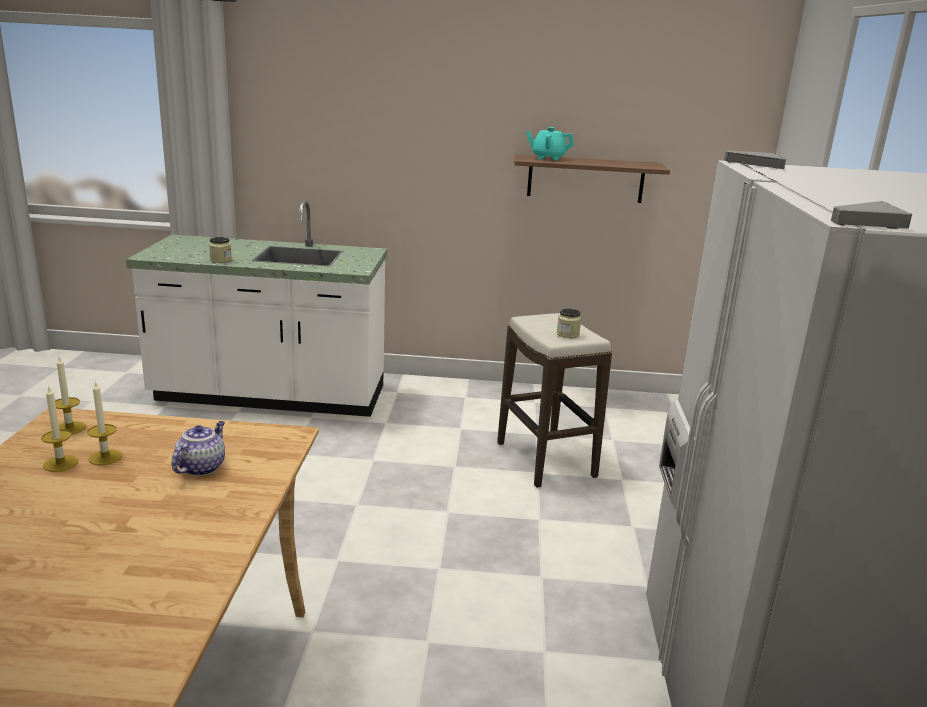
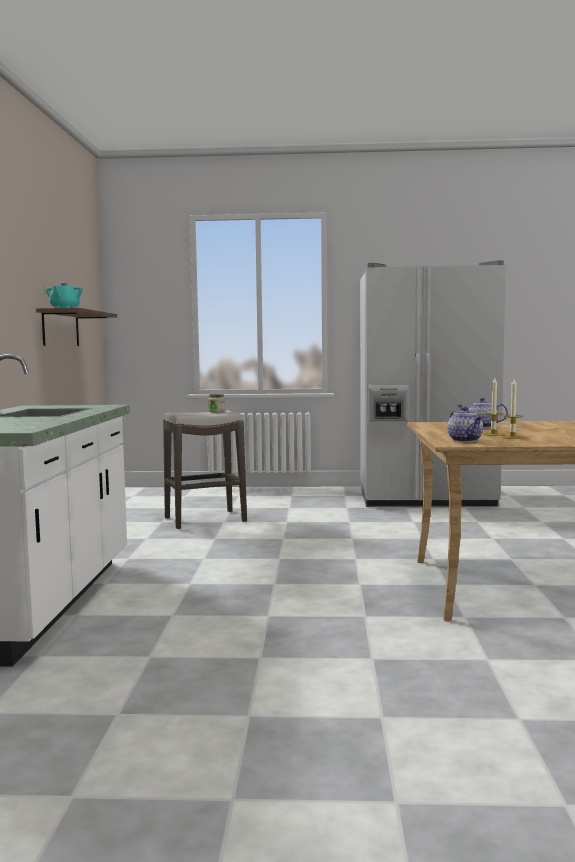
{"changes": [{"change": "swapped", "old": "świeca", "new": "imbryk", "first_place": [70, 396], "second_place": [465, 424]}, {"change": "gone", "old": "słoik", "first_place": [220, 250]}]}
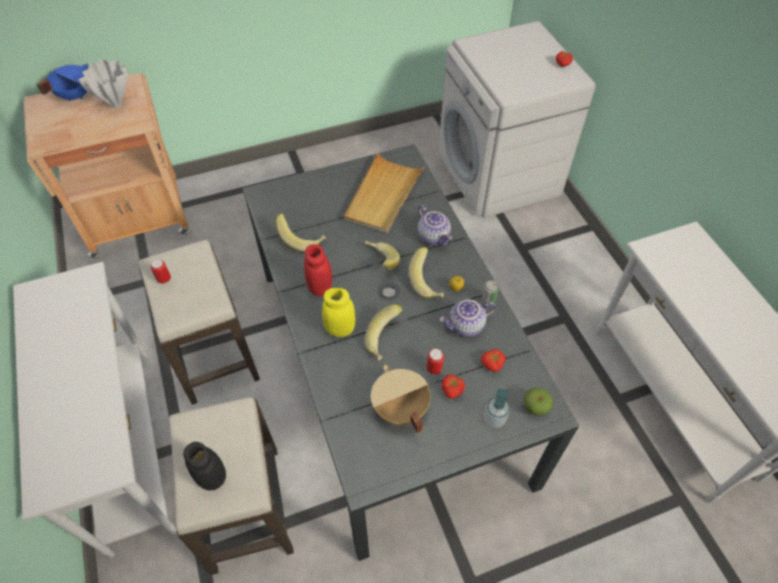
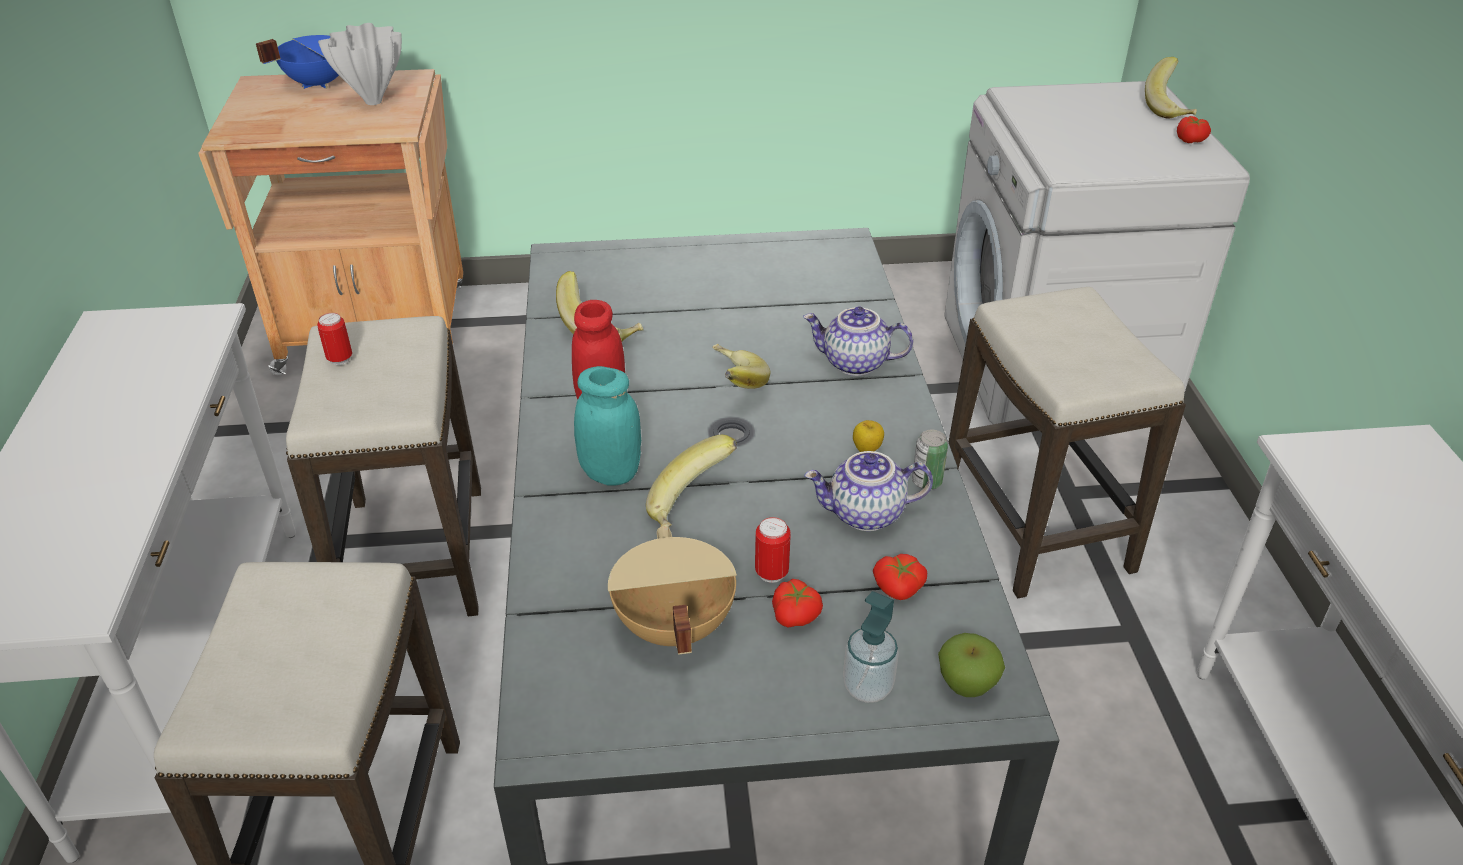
{"changes": [{"change": "gone", "old": "słoik/czarny", "first_place": [204, 466]}, {"change": "repainted", "old": "słoik/żółty", "new": "słoik/turkusowy", "first_place": [338, 312], "second_place": [607, 425]}, {"change": "gone", "old": "taca/beżowy", "first_place": [384, 193]}, {"change": "shifted", "old": "banan", "first_place": [426, 272], "second_place": [1171, 88]}, {"change": "rotated", "old": "imbryk", "first_place": [435, 225], "second_place": [858, 341], "degrees": 120}, {"change": "new", "new": "stołek", "second_place": [1067, 443]}]}
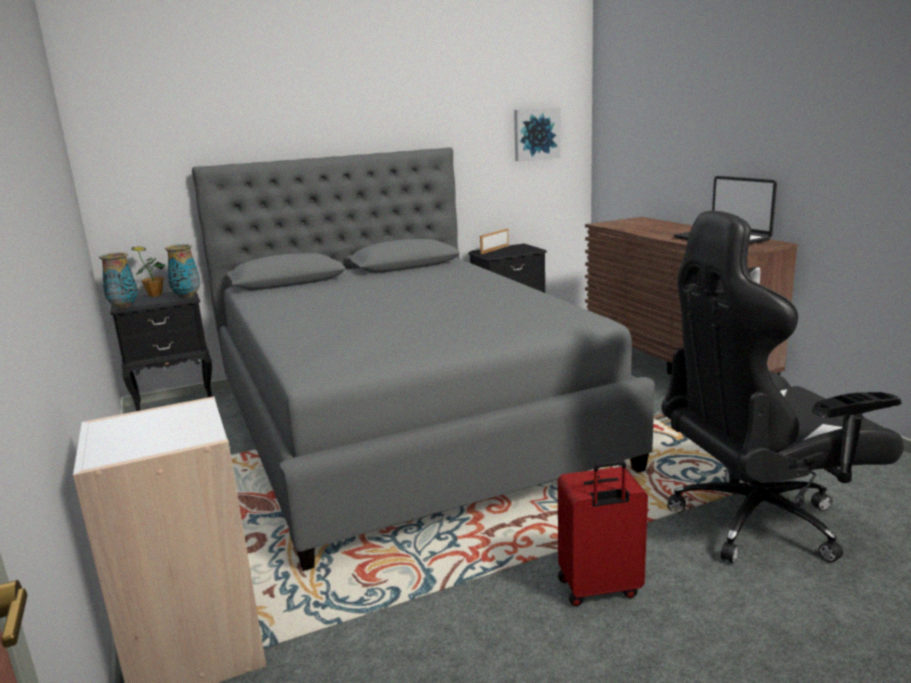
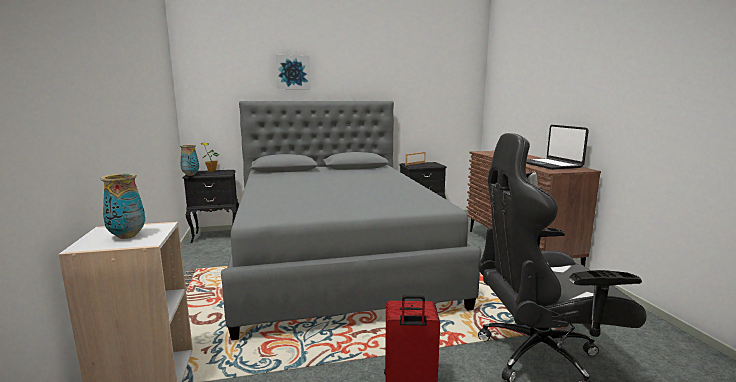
{"changes": [{"change": "shifted", "old": "wazon", "first_place": [182, 271], "second_place": [123, 206]}, {"change": "shifted", "old": "obraz", "first_place": [537, 134], "second_place": [293, 72]}]}
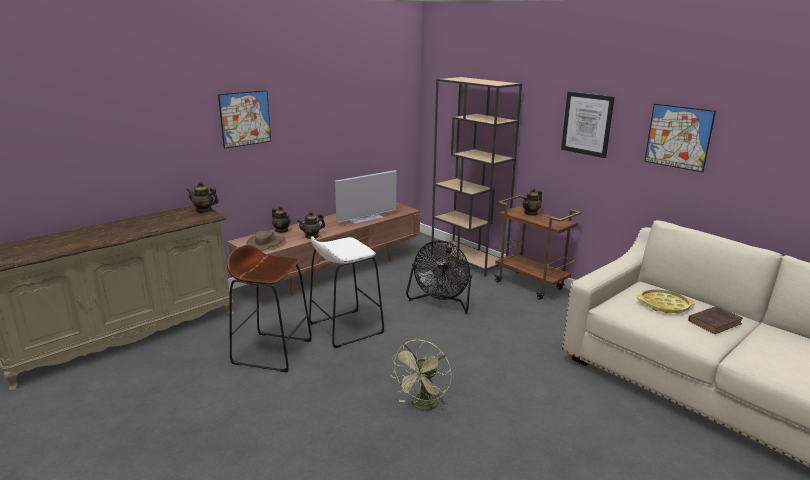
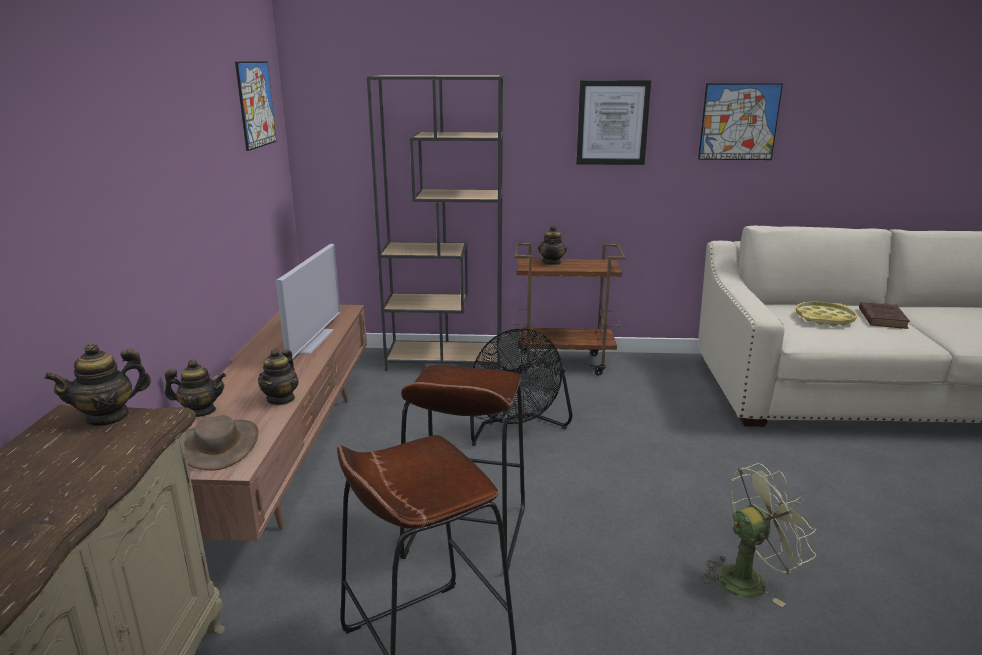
{"changes": [{"change": "shifted", "old": "obraz", "first_place": [244, 119], "second_place": [256, 106]}, {"change": "repainted", "old": "stołek/biały", "new": "stołek/brązowy", "first_place": [346, 292], "second_place": [462, 468]}, {"change": "rotated", "old": "wentylator/zielony", "first_place": [421, 376], "second_place": [759, 535], "degrees": -90}]}
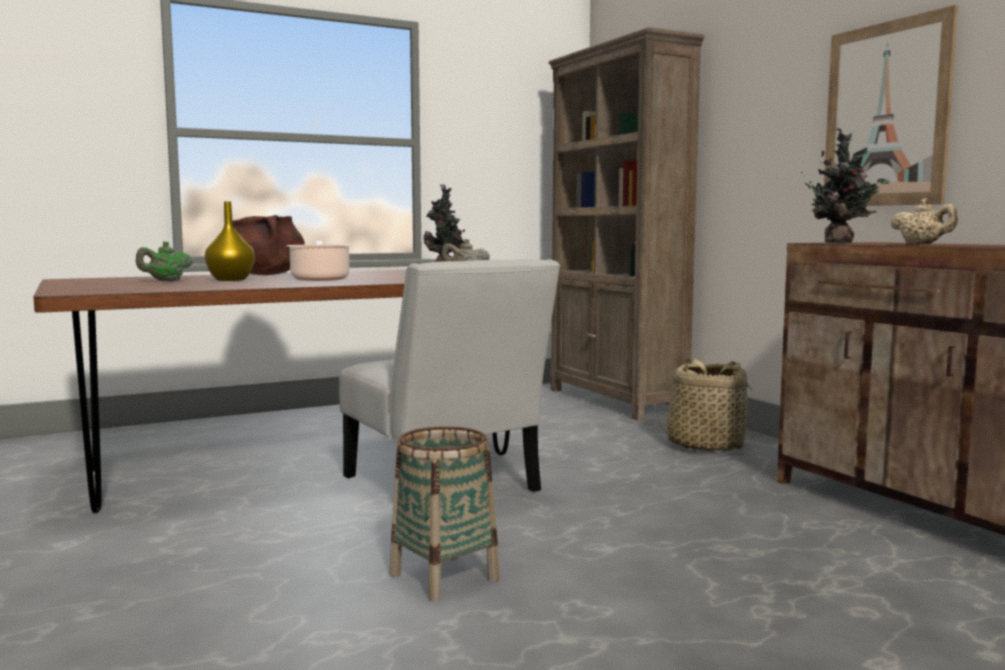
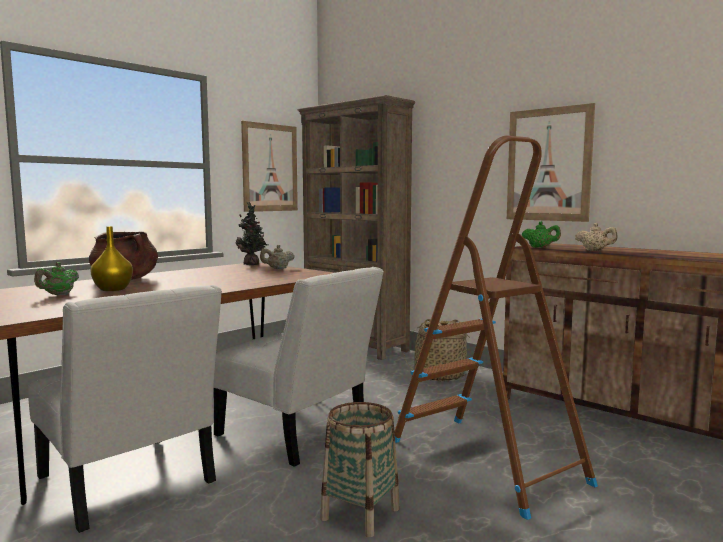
{"changes": [{"change": "gone", "old": "garnek", "first_place": [319, 260]}, {"change": "swapped", "old": "roślina doniczkowa", "new": "imbryk/zielony", "first_place": [845, 185], "second_place": [541, 234]}, {"change": "new", "new": "krzesło/biały", "second_place": [125, 409]}, {"change": "new", "new": "obraz", "second_place": [269, 166]}, {"change": "new", "new": "drabinka/brązowy", "second_place": [496, 328]}]}
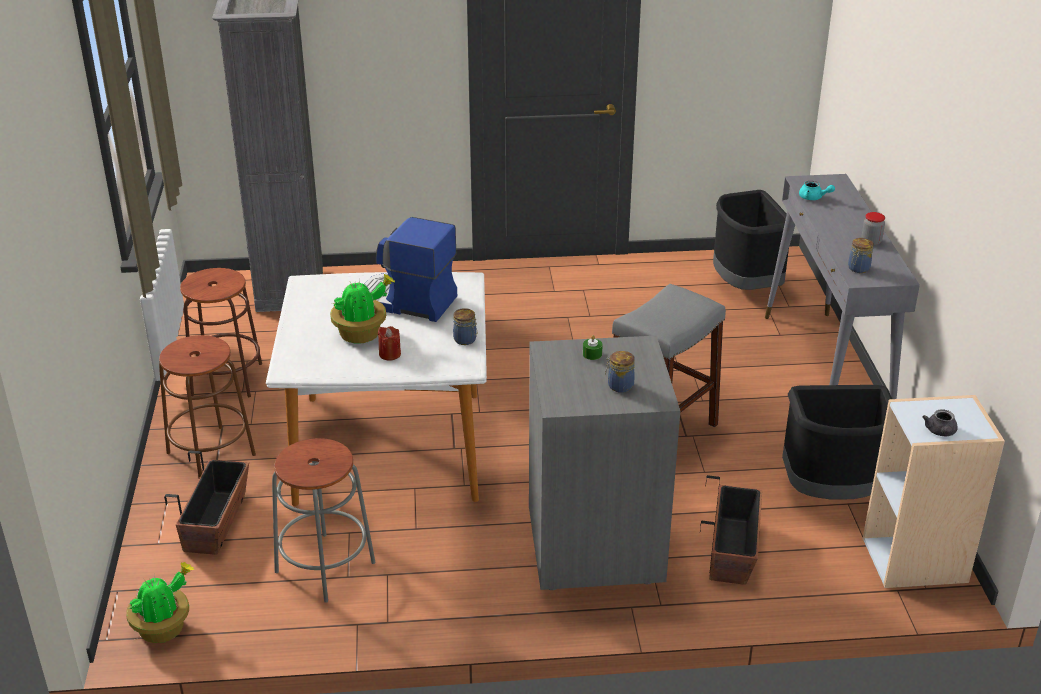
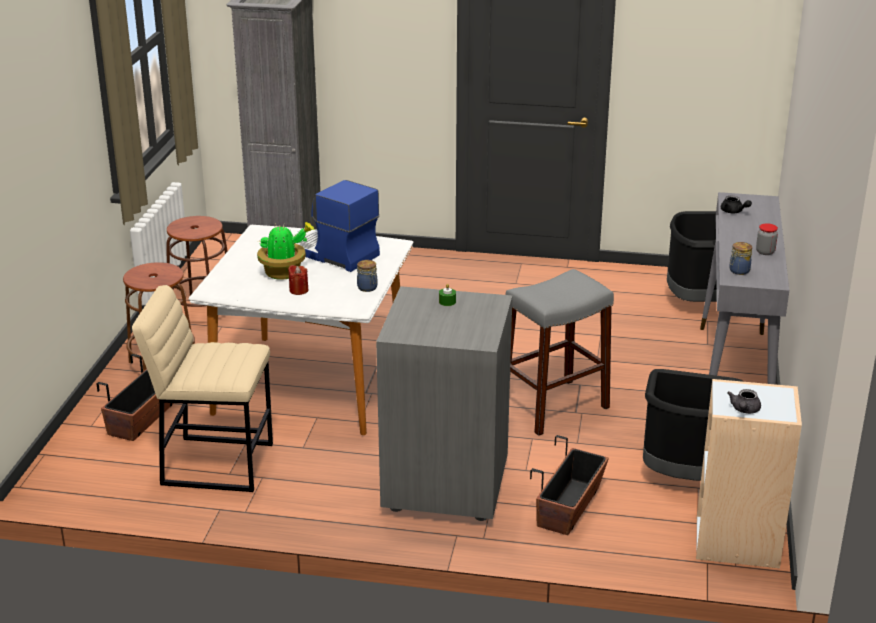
{"changes": [{"change": "gone", "old": "roślina doniczkowa", "first_place": [160, 602]}, {"change": "swapped", "old": "stołek/szary", "new": "krzesło/beżowy", "first_place": [324, 520], "second_place": [202, 388]}, {"change": "gone", "old": "słoik", "first_place": [620, 372]}, {"change": "repainted", "old": "imbryk/turkusowy", "new": "imbryk/czarny", "first_place": [817, 190], "second_place": [736, 204]}]}
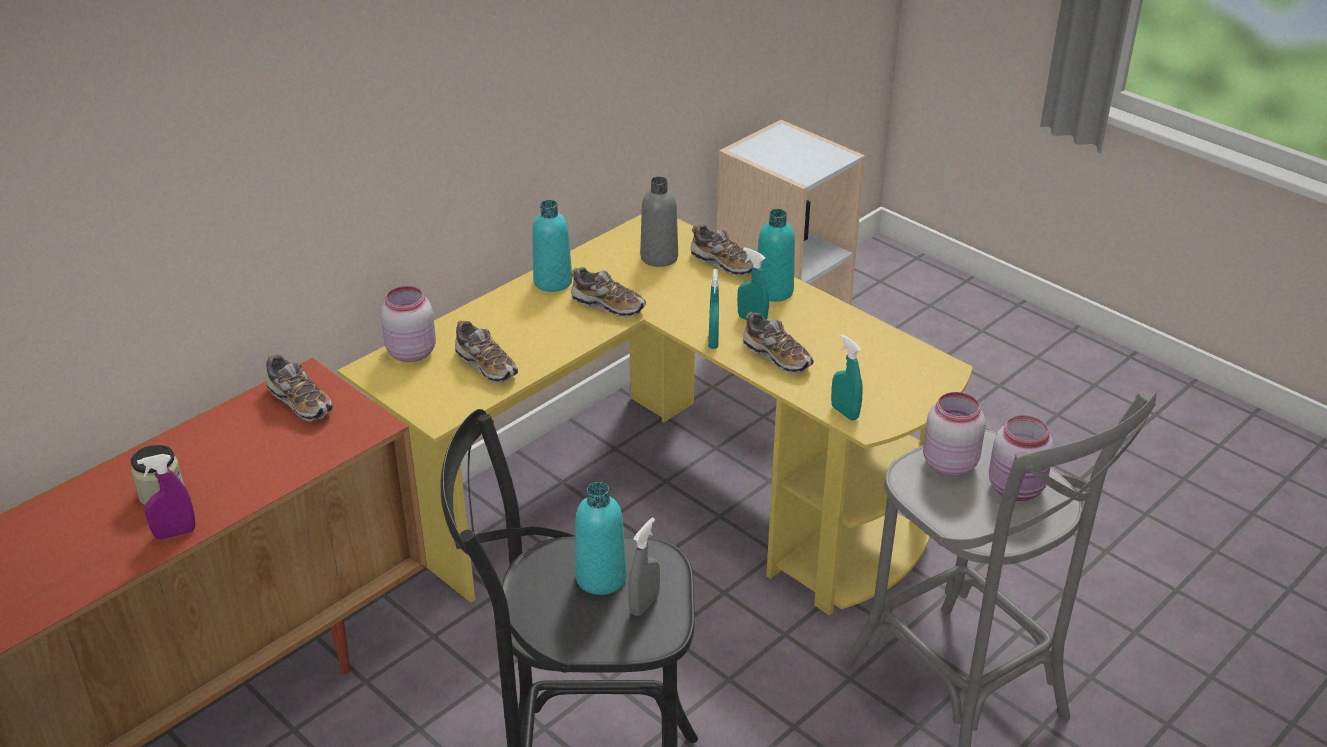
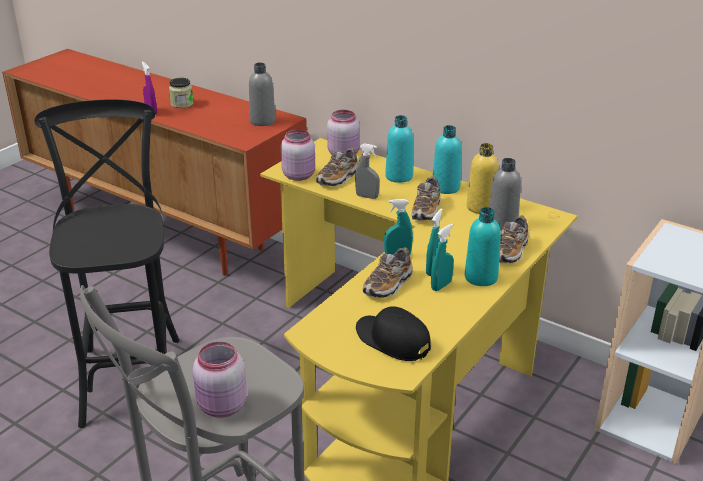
{"changes": [{"change": "swapped", "old": "but", "new": "butelka/szary", "first_place": [299, 388], "second_place": [262, 94]}, {"change": "shifted", "old": "butelka/turkusowy", "first_place": [601, 538], "second_place": [399, 149]}, {"change": "shifted", "old": "spryskiwacz/szary", "first_place": [644, 566], "second_place": [367, 171]}, {"change": "shifted", "old": "spryskiwacz/turkusowy", "first_place": [847, 377], "second_place": [442, 257]}, {"change": "shifted", "old": "słoik/różowy", "first_place": [954, 434], "second_place": [298, 155]}, {"change": "new", "new": "czapka z daszkiem/czarny", "second_place": [393, 333]}, {"change": "new", "new": "butelka/żółty", "second_place": [482, 178]}]}
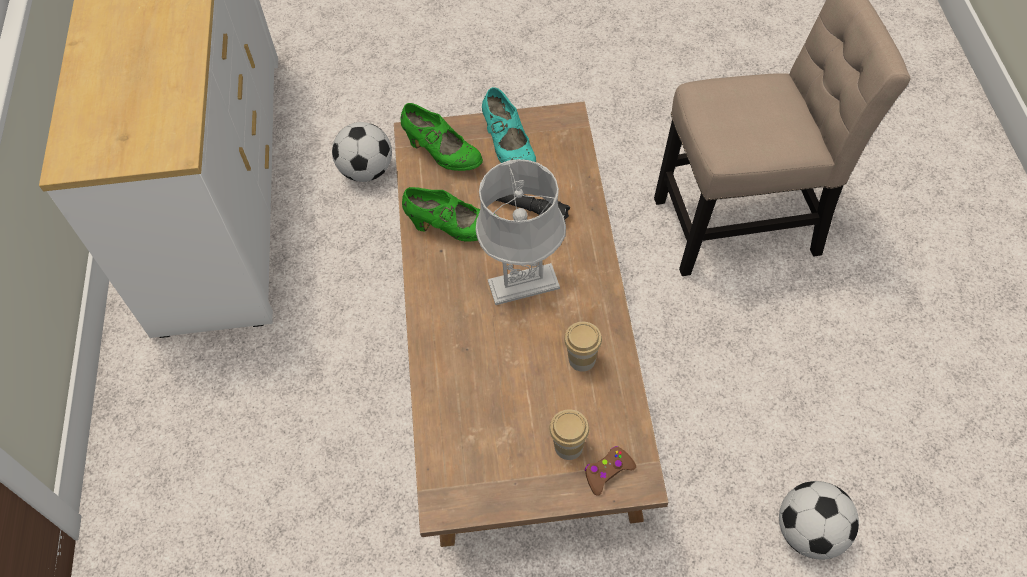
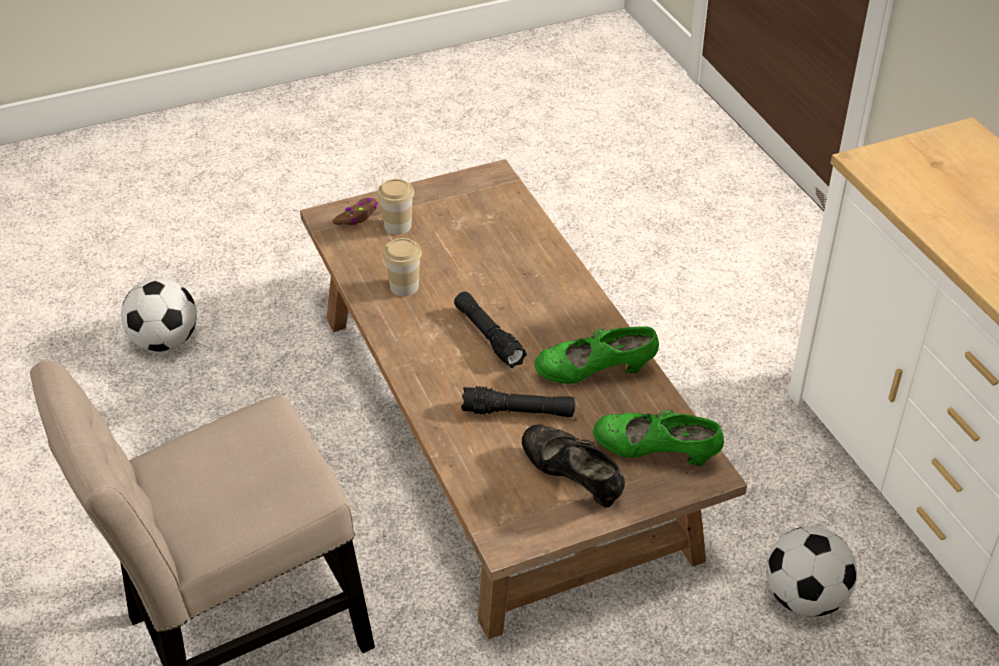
{"changes": [{"change": "swapped", "old": "lampa stołowa/szary", "new": "latarka/czarny", "first_place": [521, 232], "second_place": [490, 330]}, {"change": "repainted", "old": "but/turkusowy", "new": "but/czarny", "first_place": [509, 125], "second_place": [573, 466]}]}
